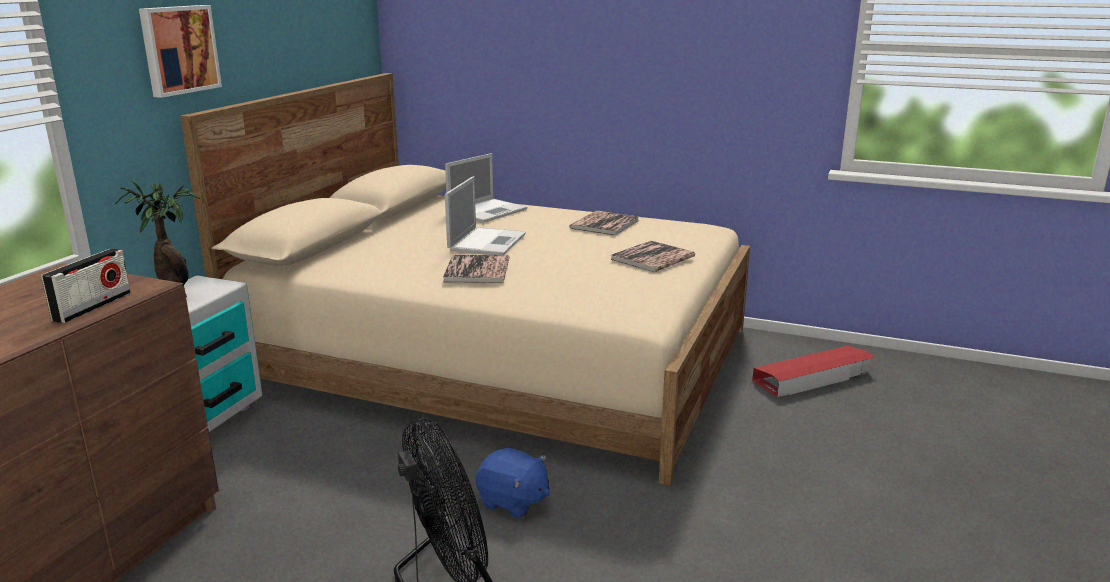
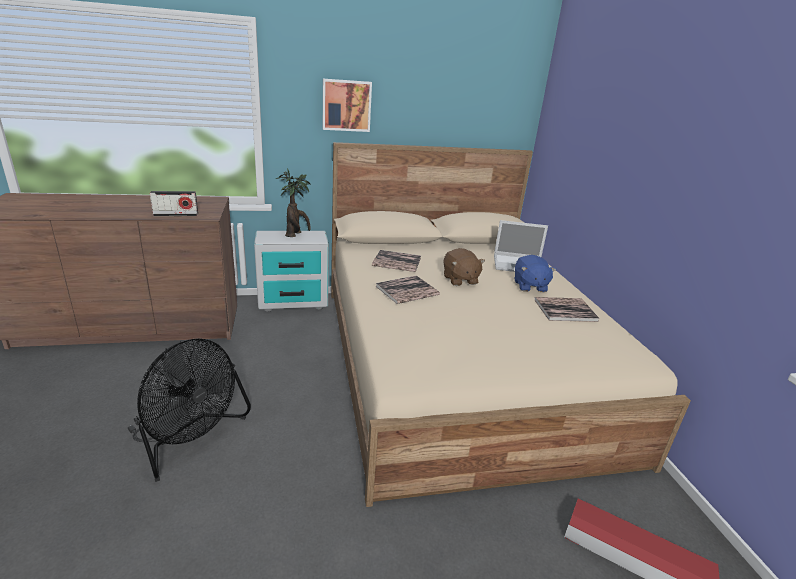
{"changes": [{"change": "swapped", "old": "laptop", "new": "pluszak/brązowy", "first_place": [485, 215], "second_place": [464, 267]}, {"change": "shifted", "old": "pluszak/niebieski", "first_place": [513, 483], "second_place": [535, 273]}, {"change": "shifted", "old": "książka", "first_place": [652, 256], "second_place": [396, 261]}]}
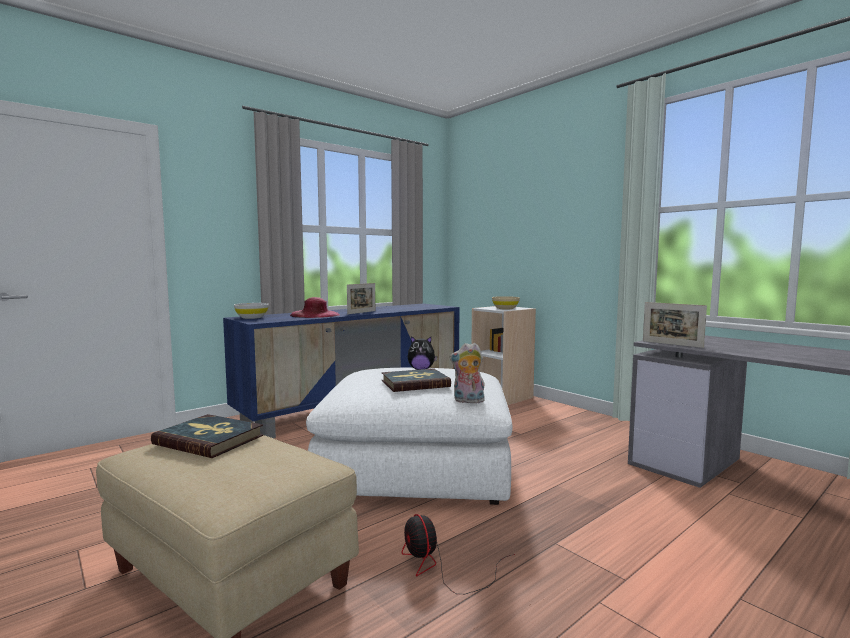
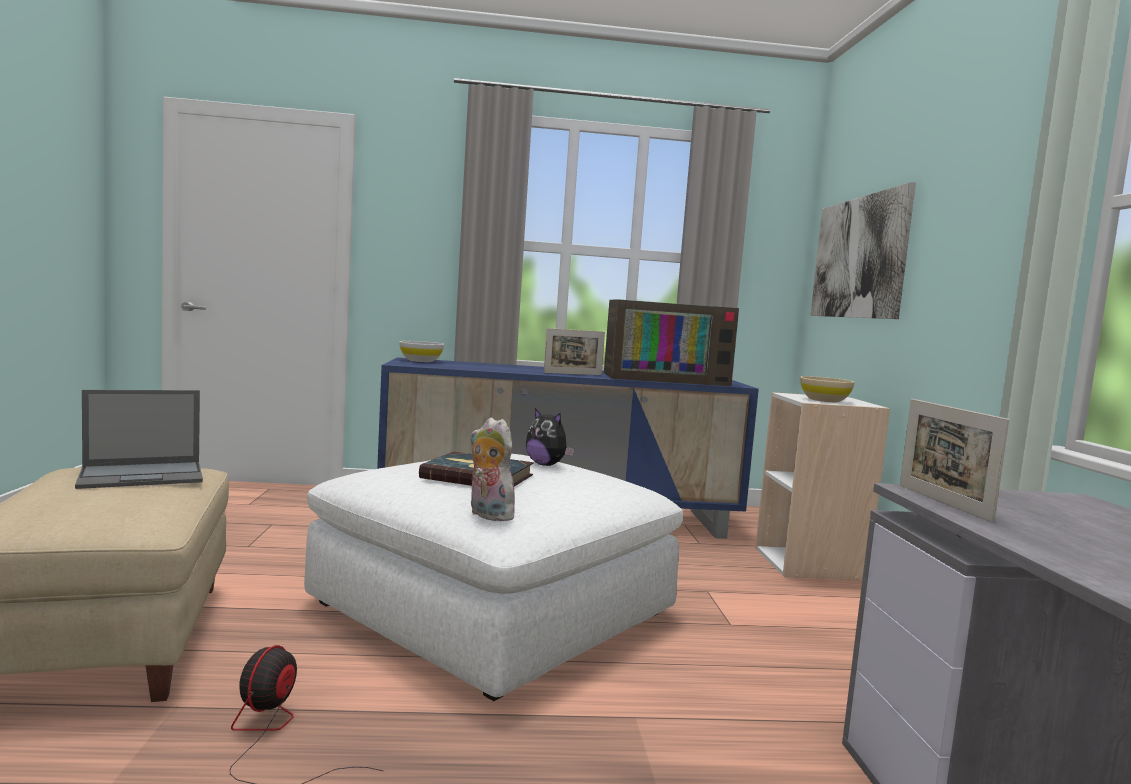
{"changes": [{"change": "swapped", "old": "książka", "new": "laptop", "first_place": [207, 436], "second_place": [139, 439]}, {"change": "gone", "old": "kapelusz/różowy", "first_place": [315, 307]}, {"change": "new", "new": "telewizor", "second_place": [671, 342]}, {"change": "new", "new": "obraz", "second_place": [863, 250]}]}
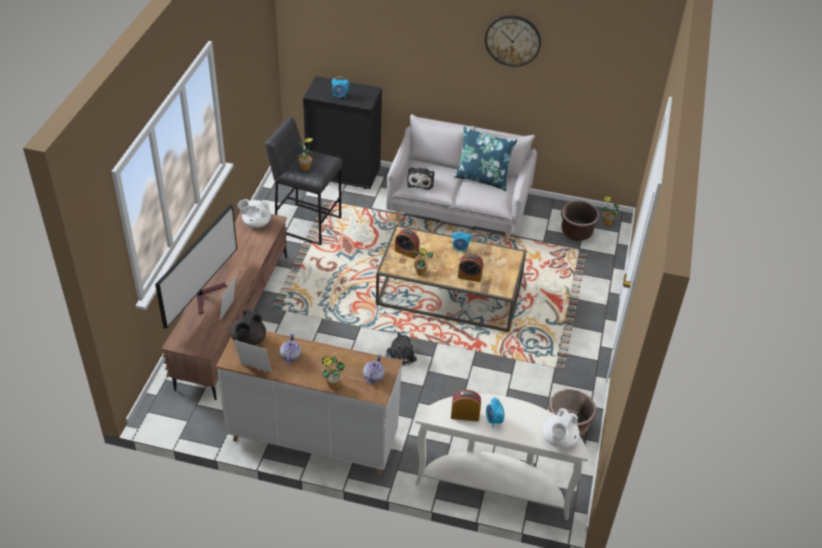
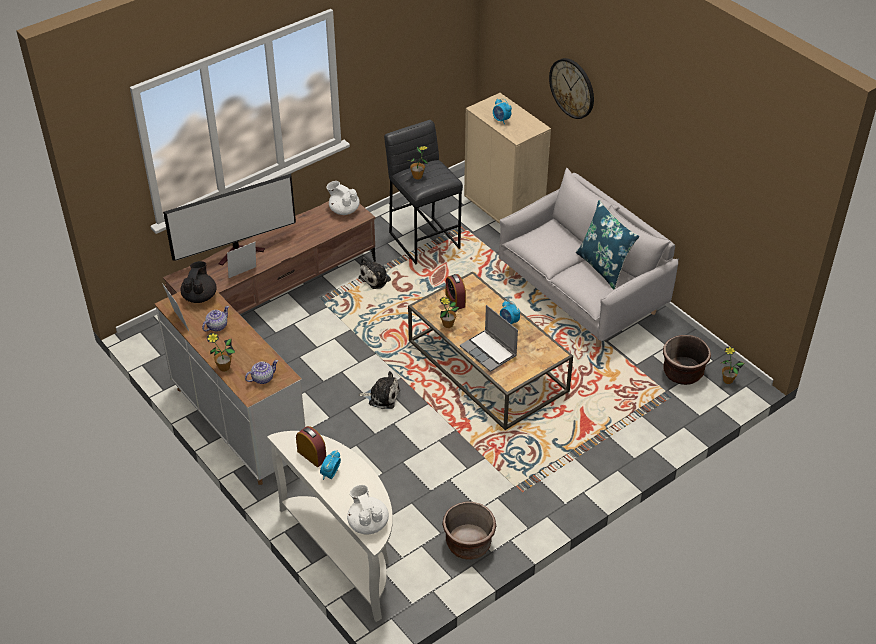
{"changes": [{"change": "rotated", "old": "imbryk/czarny", "first_place": [248, 327], "second_place": [199, 282], "degrees": 135}, {"change": "repainted", "old": "szafka/czarny", "new": "szafka/beżowy", "first_place": [342, 132], "second_place": [507, 158]}, {"change": "shifted", "old": "pluszak", "first_place": [420, 178], "second_place": [374, 273]}, {"change": "swapped", "old": "budzik", "new": "laptop", "first_place": [470, 267], "second_place": [489, 338]}, {"change": "shifted", "old": "zegar ścienny", "first_place": [513, 41], "second_place": [571, 88]}, {"change": "rotated", "old": "imbryk/biały", "first_place": [561, 428], "second_place": [368, 510], "degrees": 90}]}
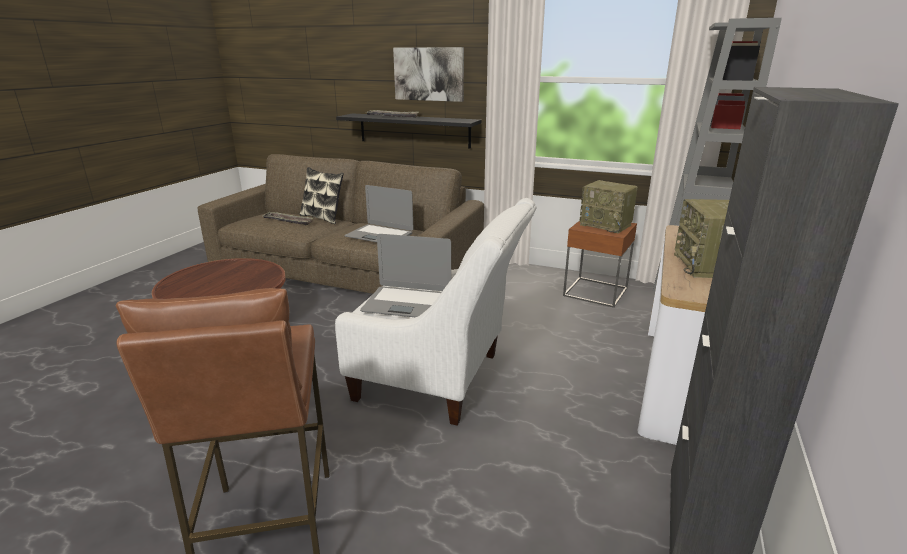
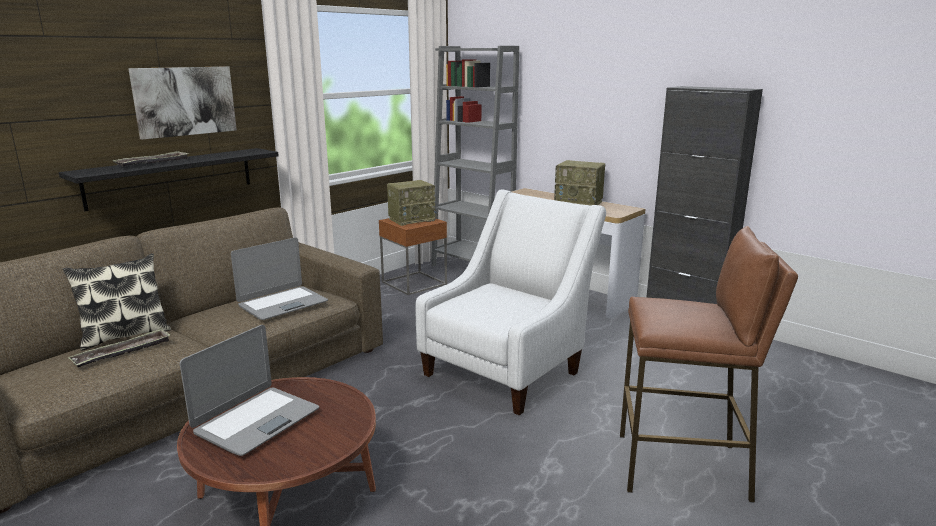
{"changes": [{"change": "shifted", "old": "laptop", "first_place": [405, 275], "second_place": [249, 390]}]}
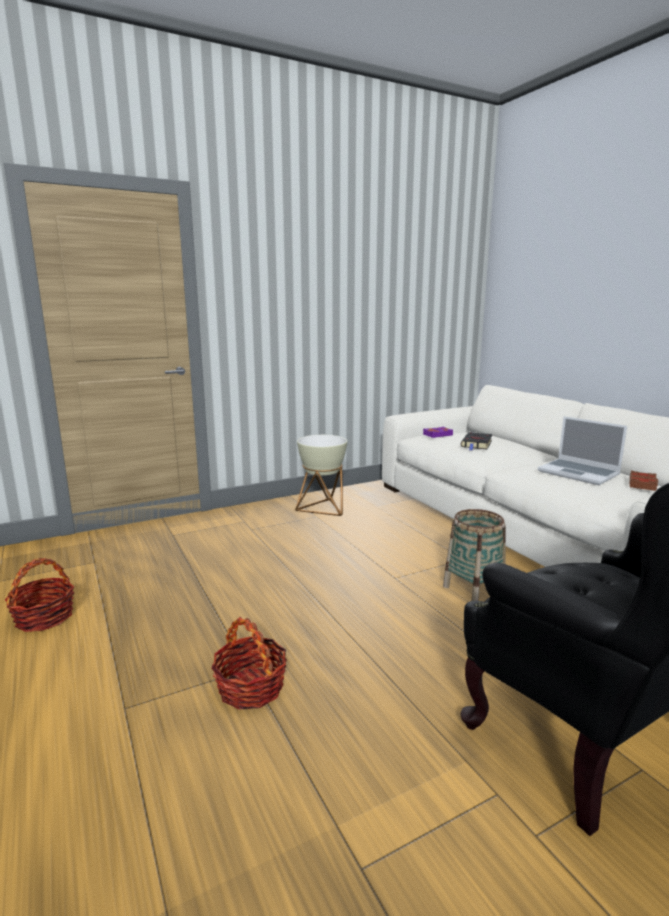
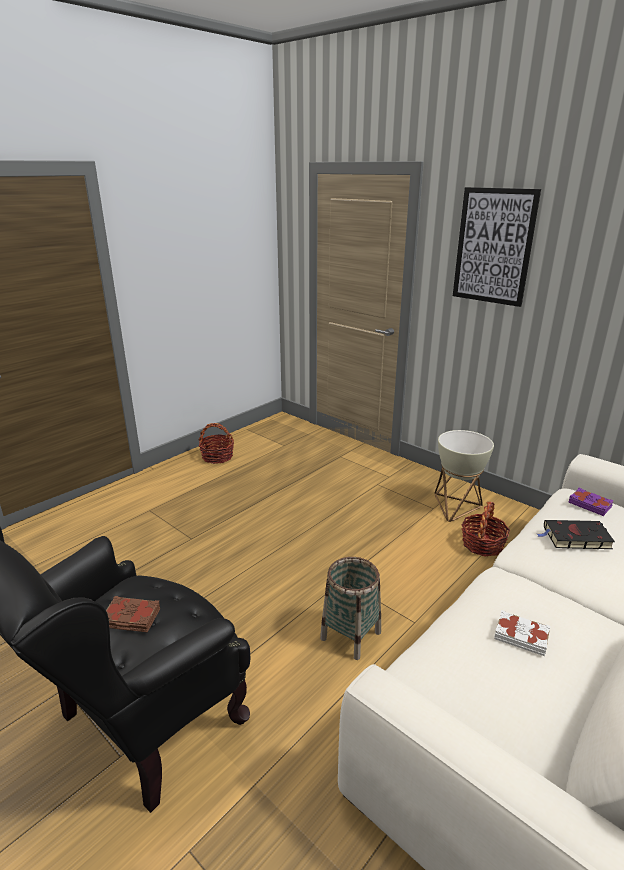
{"changes": [{"change": "shifted", "old": "koszyk", "first_place": [249, 663], "second_place": [486, 529]}, {"change": "swapped", "old": "laptop", "new": "książka/biały", "first_place": [582, 450], "second_place": [522, 633]}, {"change": "shifted", "old": "książka/brązowy", "first_place": [644, 481], "second_place": [133, 614]}, {"change": "new", "new": "obraz", "second_place": [497, 247]}]}
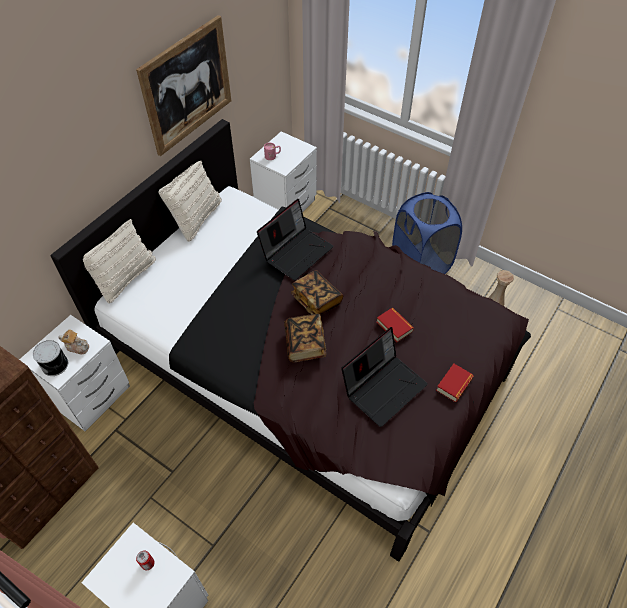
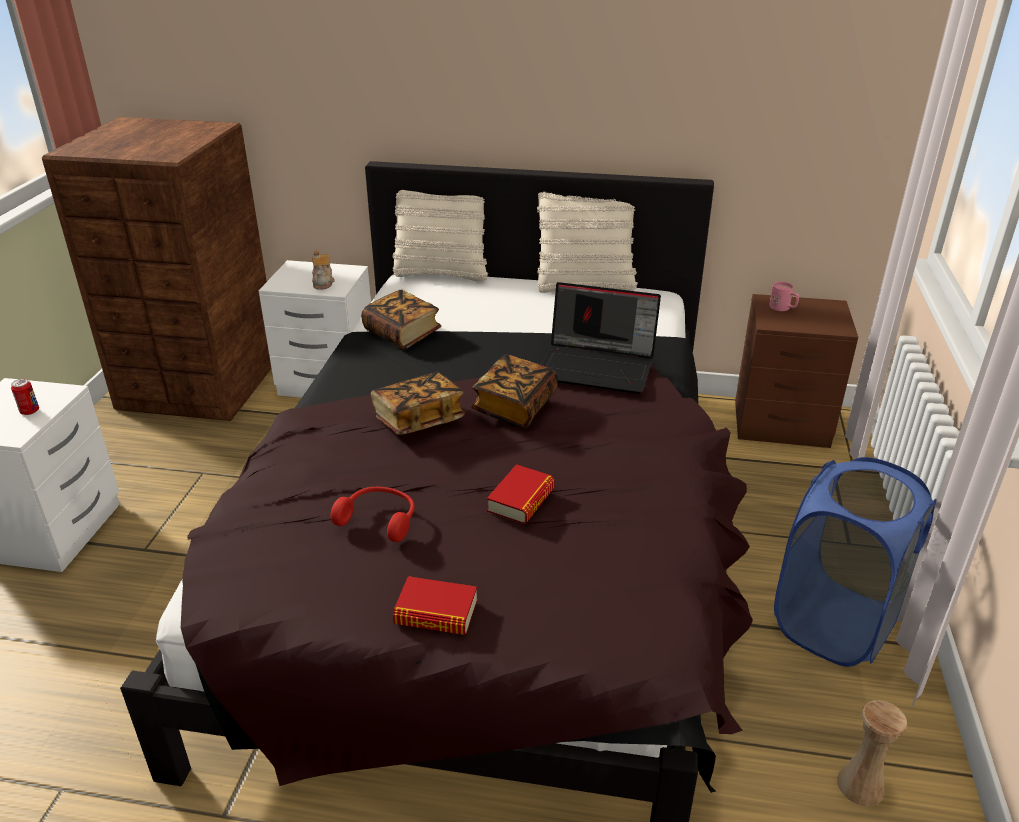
{"changes": [{"change": "gone", "old": "puszka", "first_place": [50, 358]}, {"change": "gone", "old": "obraz", "first_place": [183, 85]}, {"change": "repainted", "old": "szafka nocna/biały", "new": "szafka nocna/brązowy", "first_place": [283, 172], "second_place": [796, 371]}, {"change": "swapped", "old": "laptop", "new": "słuchawki/czerwony", "first_place": [384, 377], "second_place": [372, 514]}, {"change": "new", "new": "książka", "second_place": [401, 319]}]}
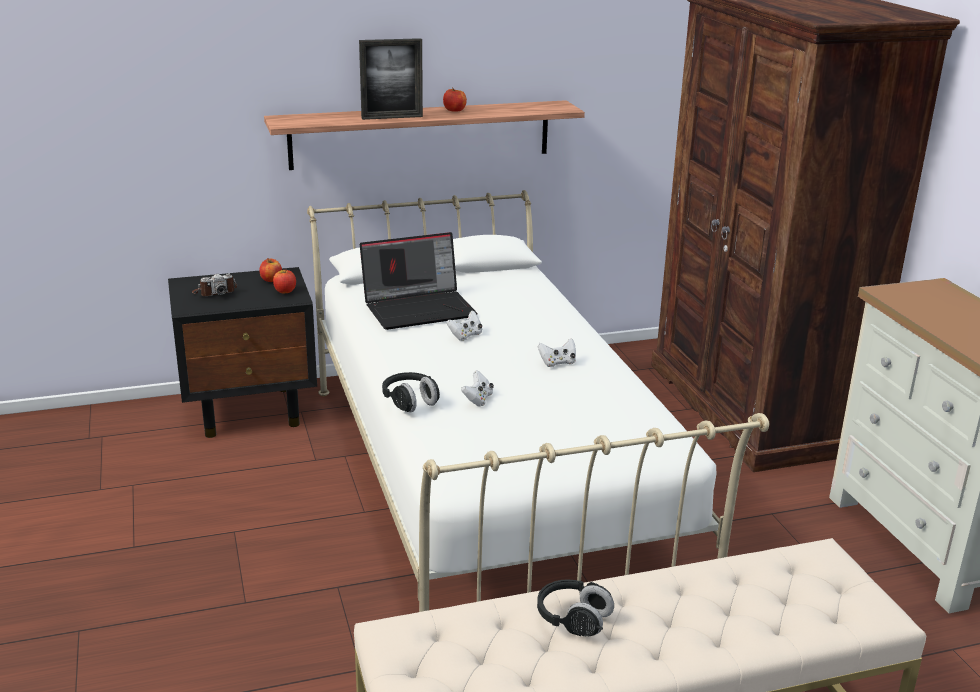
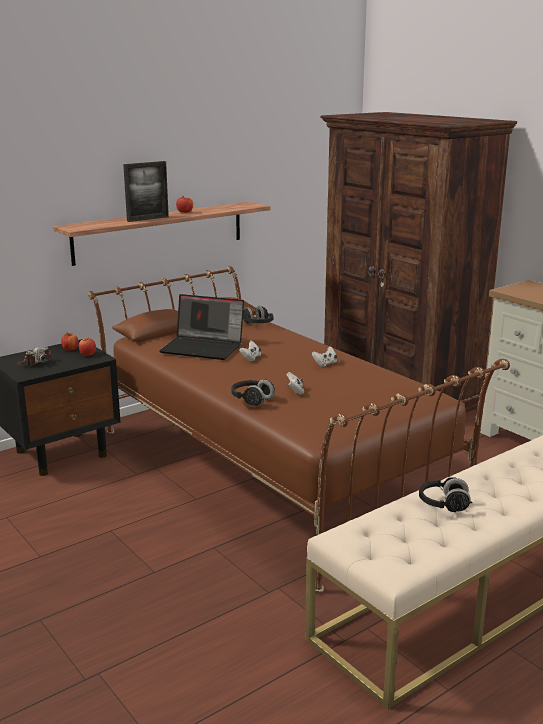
{"changes": [{"change": "repainted", "old": "łóżko/biały", "new": "łóżko/brązowy", "first_place": [538, 401], "second_place": [299, 429]}, {"change": "rotated", "old": "laptop", "first_place": [419, 281], "second_place": [201, 327], "degrees": 60}, {"change": "new", "new": "słuchawki/czarny", "second_place": [258, 315]}]}
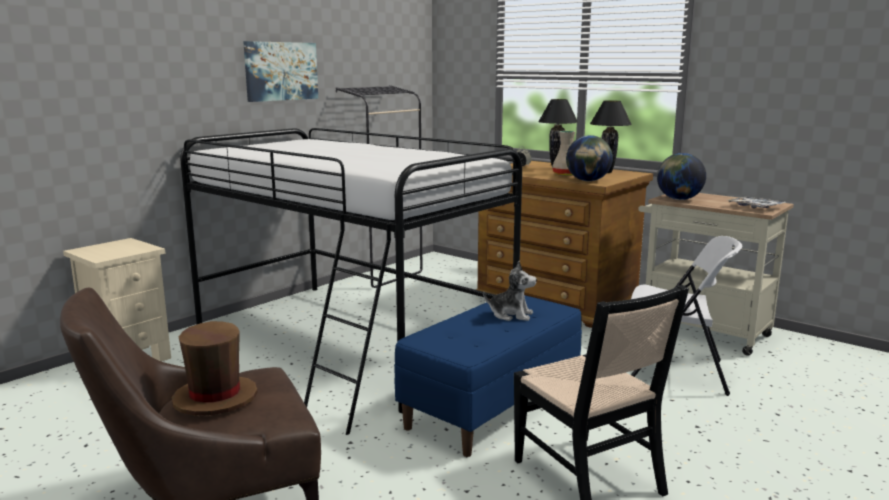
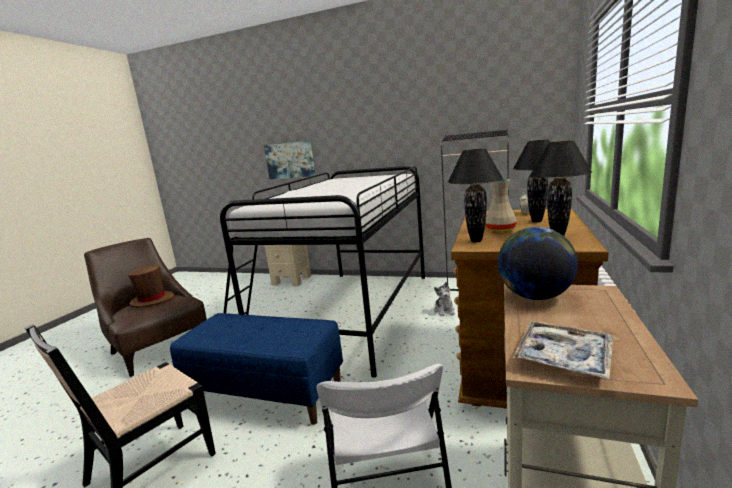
{"changes": [{"change": "shifted", "old": "obraz", "first_place": [280, 71], "second_place": [289, 160]}, {"change": "shifted", "old": "pluszak", "first_place": [510, 291], "second_place": [444, 299]}, {"change": "swapped", "old": "globus", "new": "lampa stołowa/czarny", "first_place": [589, 158], "second_place": [475, 195]}]}
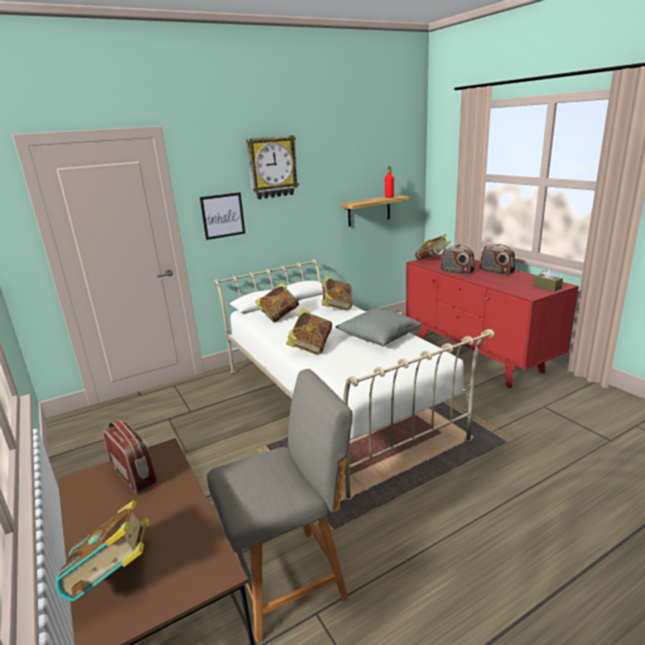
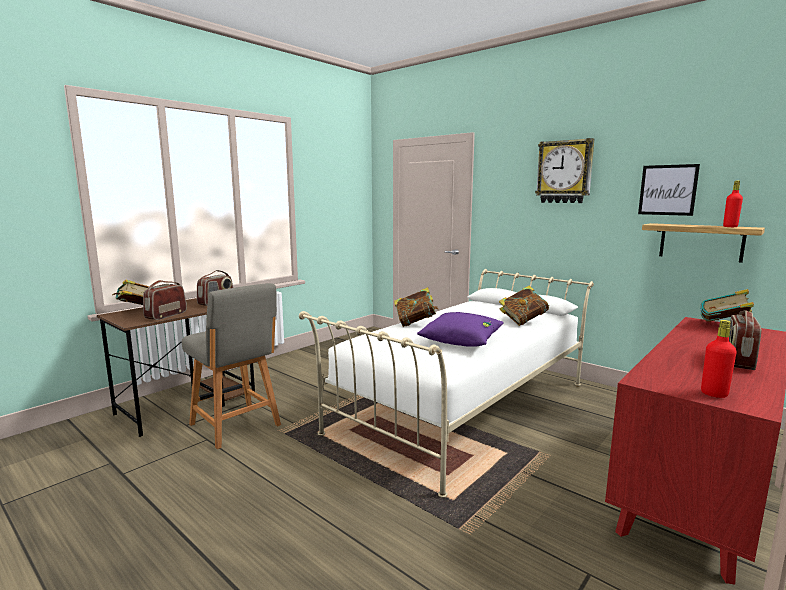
{"changes": [{"change": "shifted", "old": "obraz", "first_place": [222, 216], "second_place": [669, 190]}, {"change": "gone", "old": "książka", "first_place": [277, 303]}, {"change": "repainted", "old": "poduszka/szary", "new": "poduszka/fioletowy", "first_place": [378, 326], "second_place": [460, 329]}, {"change": "shifted", "old": "radio", "first_place": [457, 260], "second_place": [165, 300]}, {"change": "swapped", "old": "pudełko chusteczek/brązowy", "new": "butelka/czerwony", "first_place": [548, 279], "second_place": [719, 359]}]}
